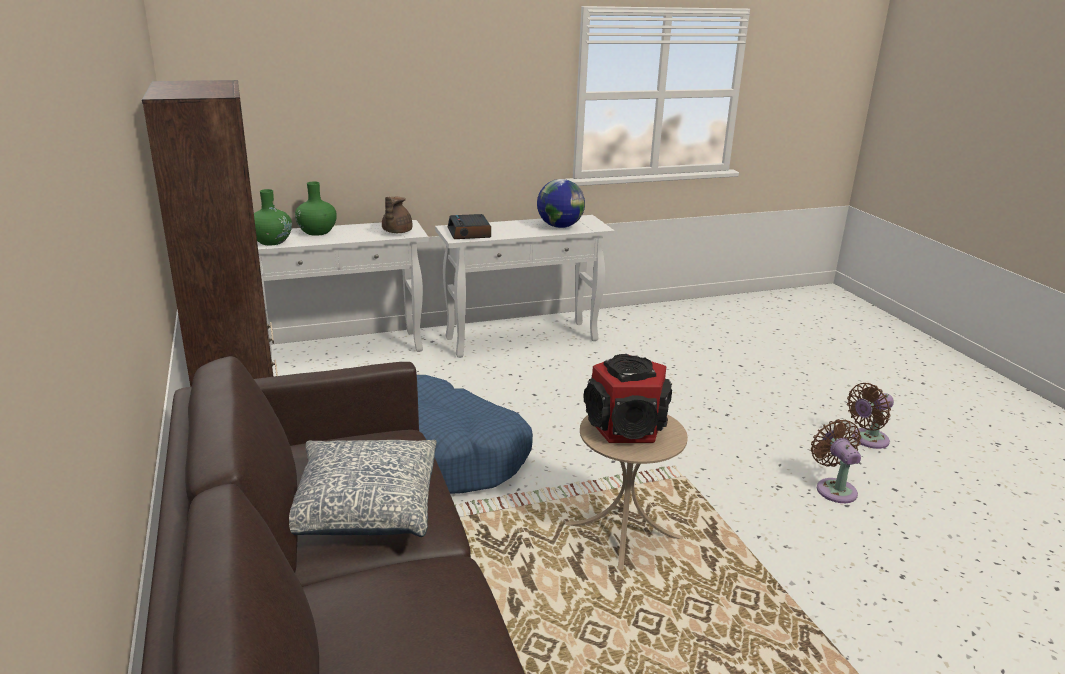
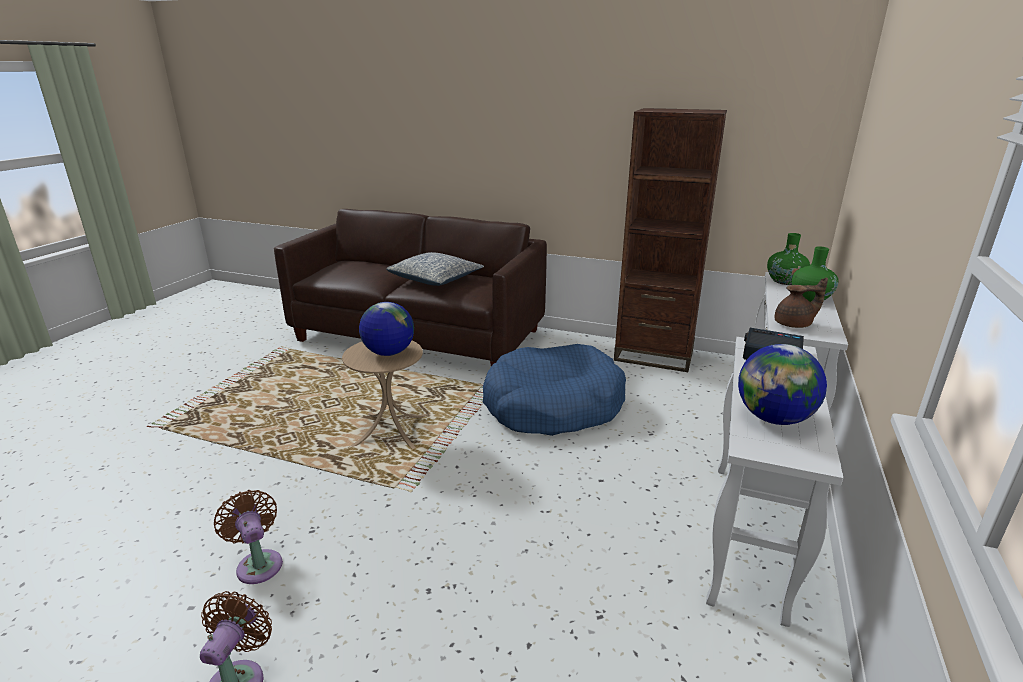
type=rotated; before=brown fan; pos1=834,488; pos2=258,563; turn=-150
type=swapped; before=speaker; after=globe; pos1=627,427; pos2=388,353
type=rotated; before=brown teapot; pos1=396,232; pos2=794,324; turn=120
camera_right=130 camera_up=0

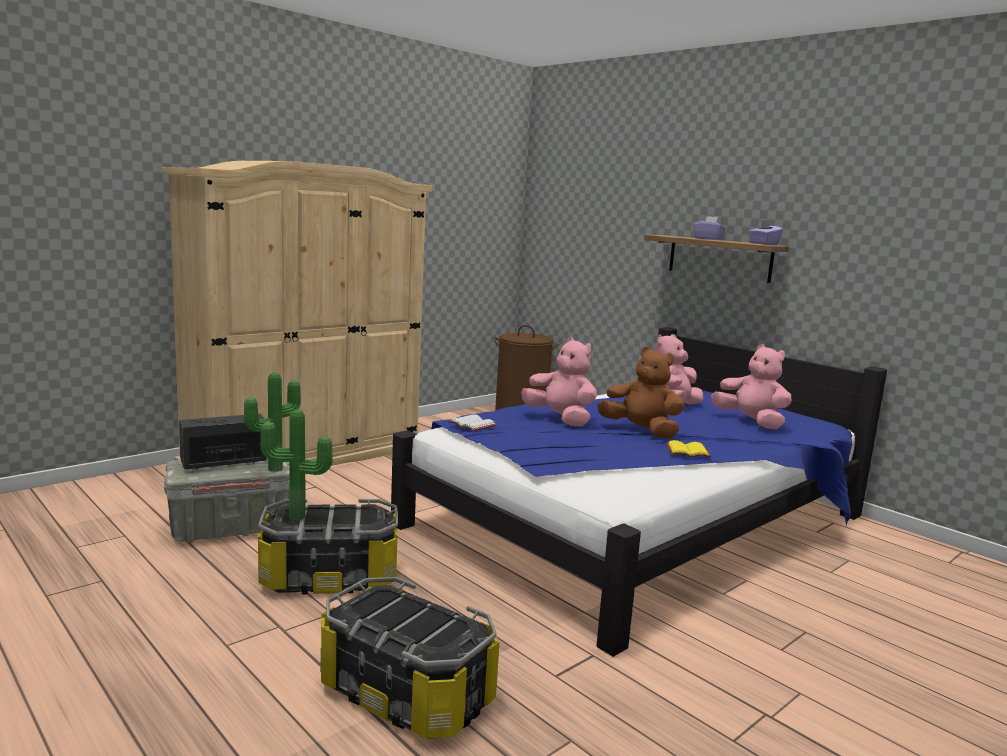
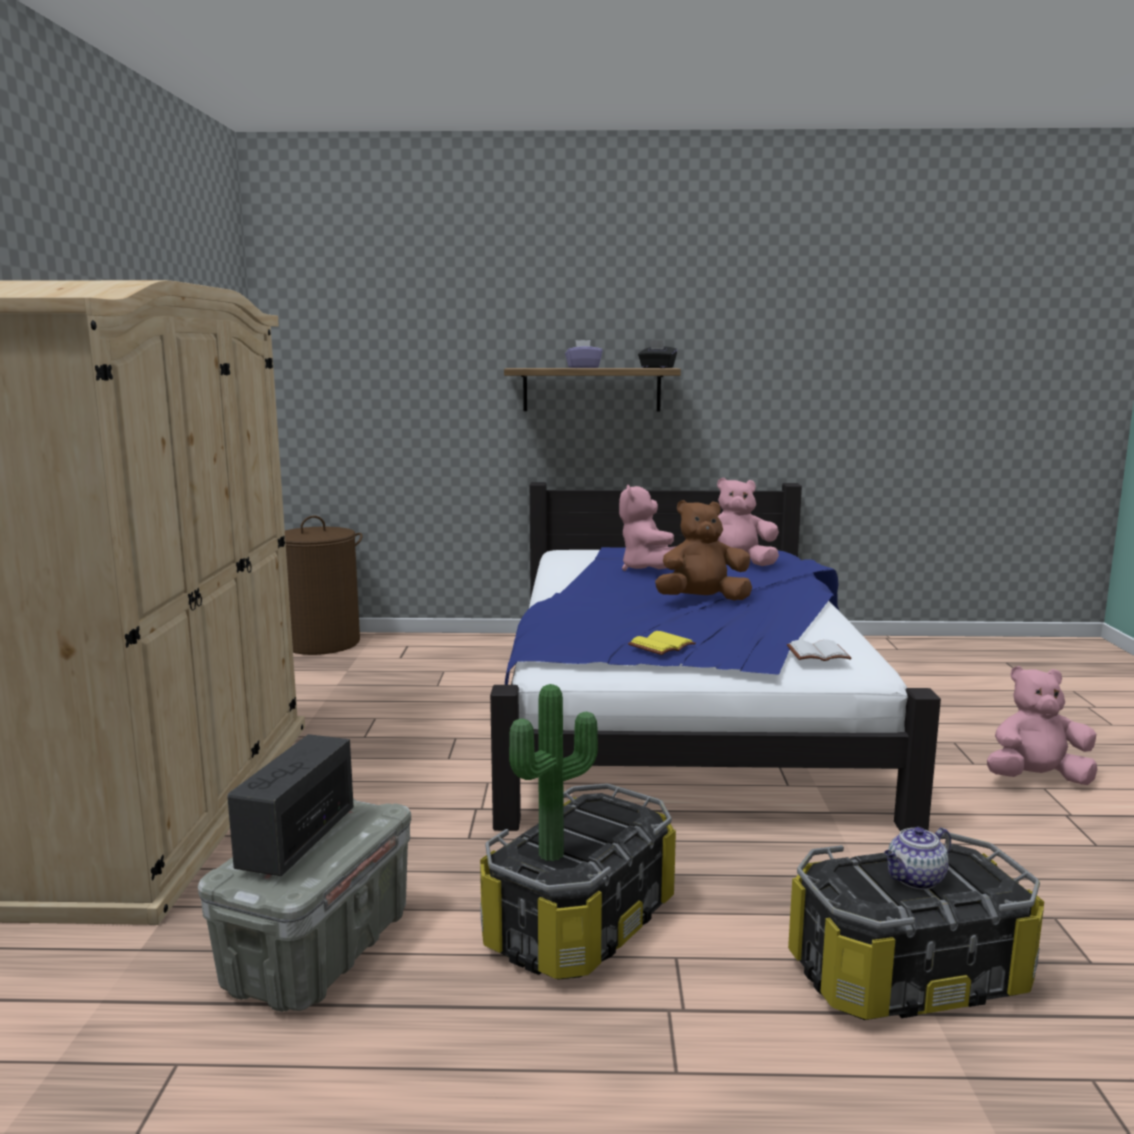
type=shifted; before=yellow book; pos1=687,452; pos2=662,646
type=repainted; before=purple tissue box; after=black tissue box; pos1=763,244; pos2=657,368
type=shifted; before=white book; pos1=471,425; pos2=817,654
type=new; after=teapot; pos2=915,879
type=shifted; before=pink plush toy; pos1=560,419; pos2=1036,779
type=gone; before=potted plant; pos1=273,468
camera_right=-45 camera_up=0

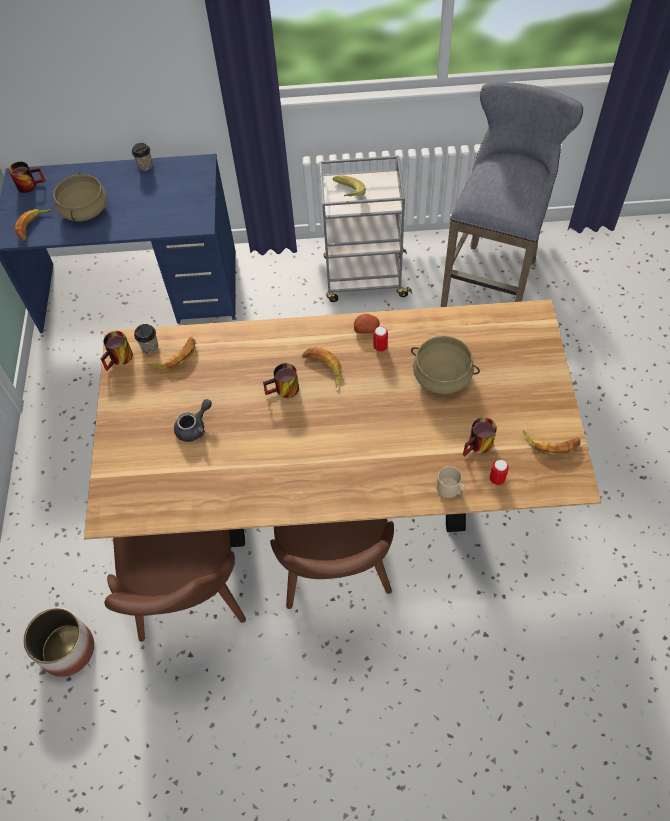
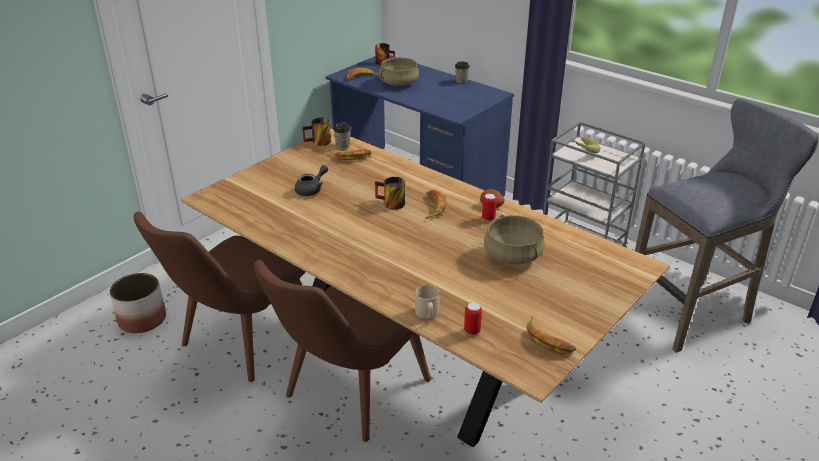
type=rotated; before=grey teapot; pos1=194,427; pos2=312,190; turn=-45
type=gone; before=mug; pos1=479,447
camera_right=40 camera_up=-25

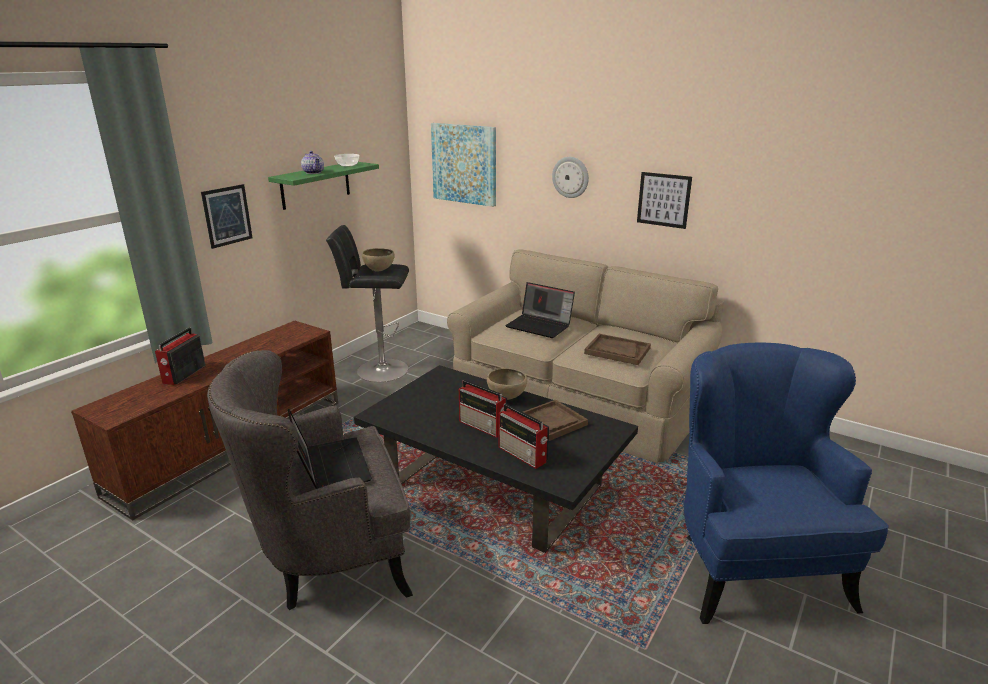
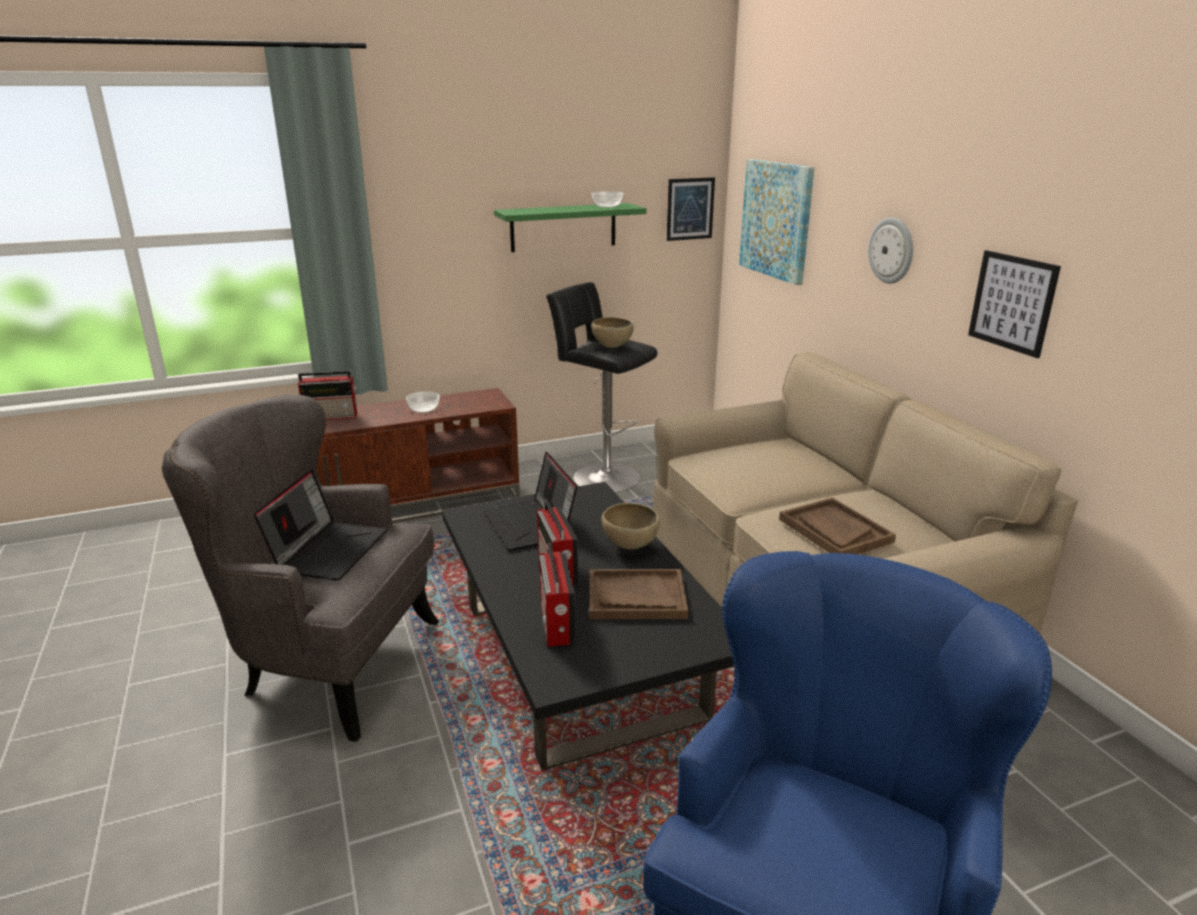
type=rotated; before=radio; pos1=183,374; pos2=332,416; turn=-150
type=new; after=bowl; pos2=424,409
type=shifted; before=laptop; pos1=540,326; pos2=531,525
type=shifted; before=picture; pos1=227,216; pos2=690,209
type=gone; before=teapot; pos1=313,172
camera_right=35 camera_up=0

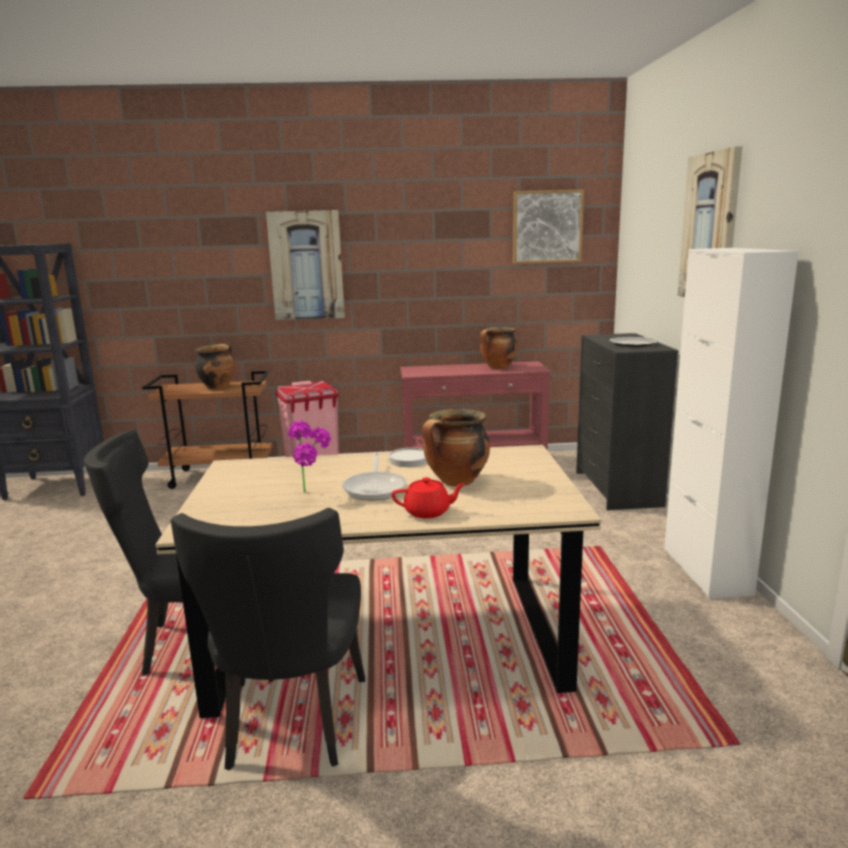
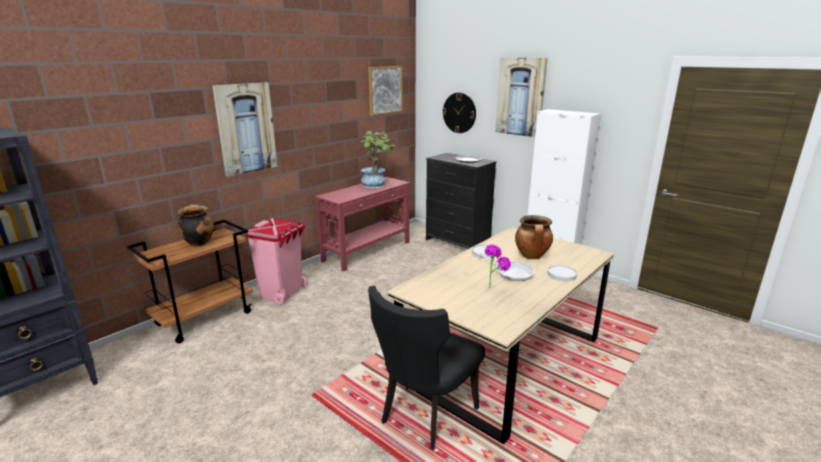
type=swapped; before=cooking pot; after=potted plant; pos1=498,367; pos2=377,185
type=new; after=wall clock; pos2=459,113
type=swapped; before=red teapot; after=white plate; pos1=428,512; pos2=561,274
type=gone; before=black chair; pos1=291,726
camera_right=-45 camera_up=5

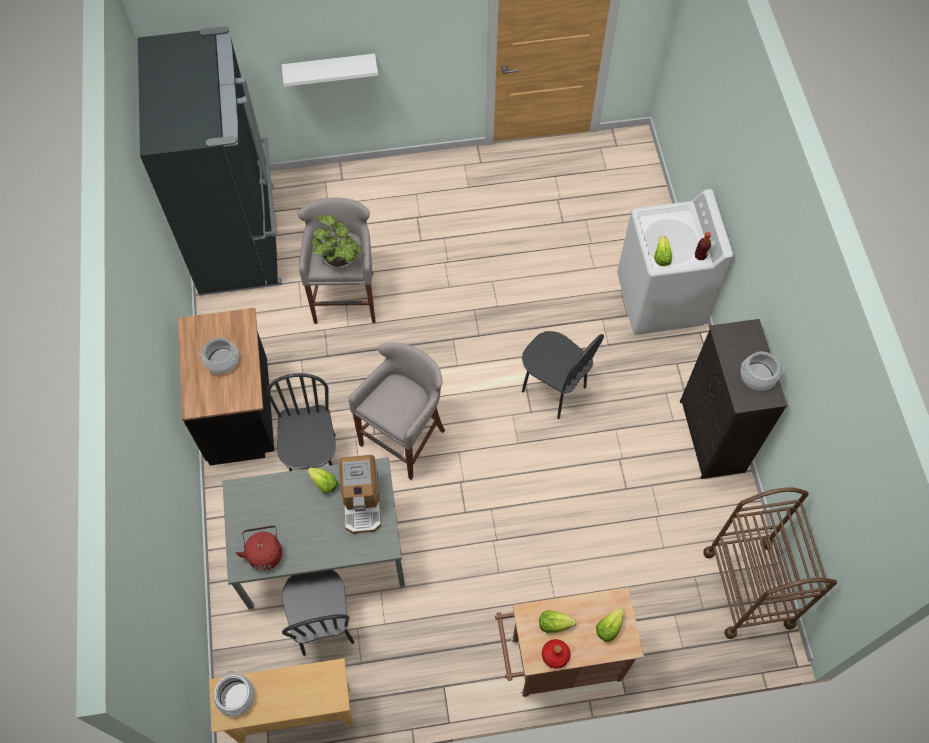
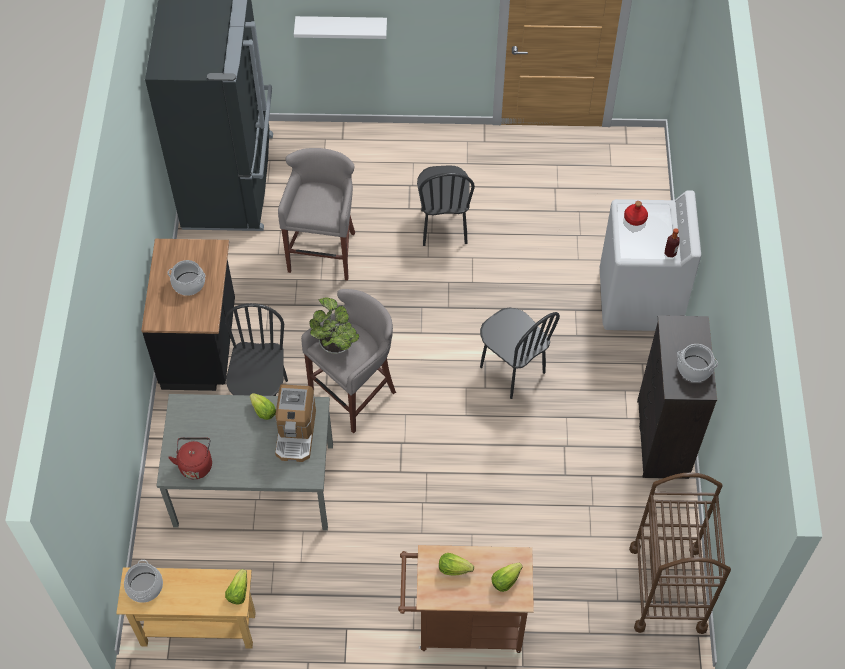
type=shifted; before=lettuce; pos1=661,256; pos2=238,591
type=shifted; before=potted plant; pos1=338,259; pos2=335,343
type=shifted; before=black chair; pos1=324,624; pos2=443,226
type=shifted; before=red bottle; pos1=555,655; pos2=635,218
camera_right=10 camera_up=-5

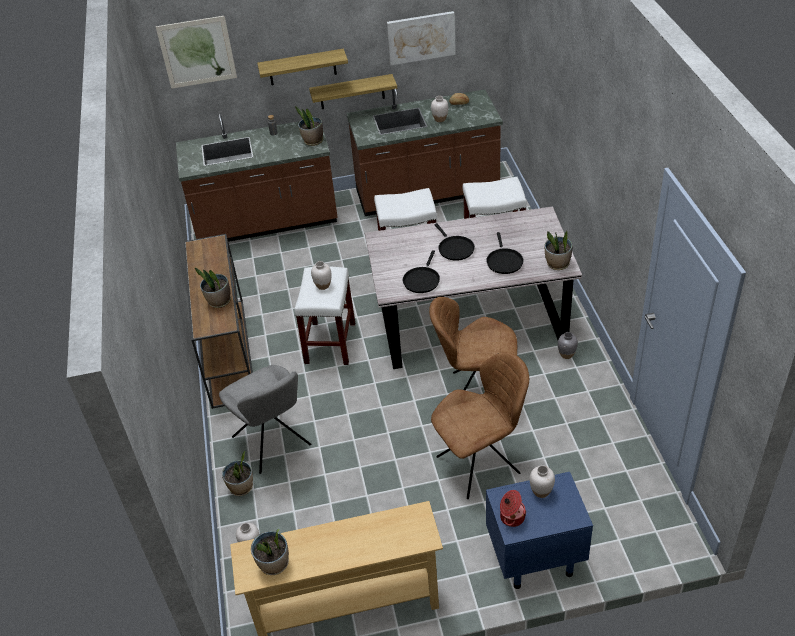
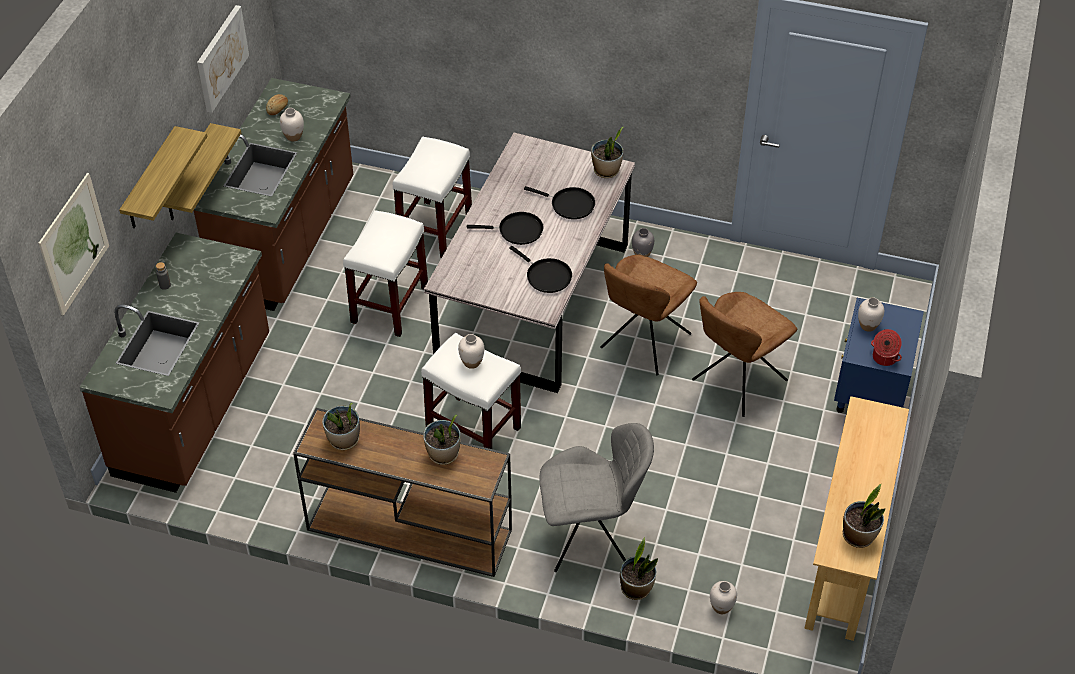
type=shifted; before=potted plant; pos1=313,141; pos2=344,440
type=rotated; before=brown chair; pos1=481,464; pos2=737,382; turn=-135
camera_right=-65 camera_up=5

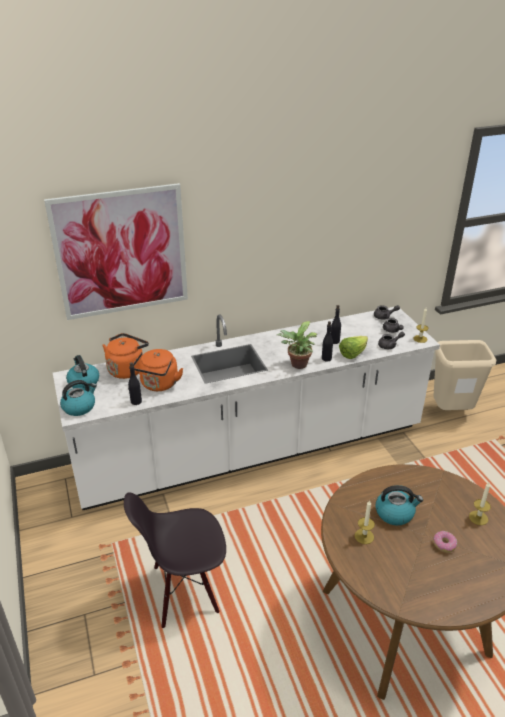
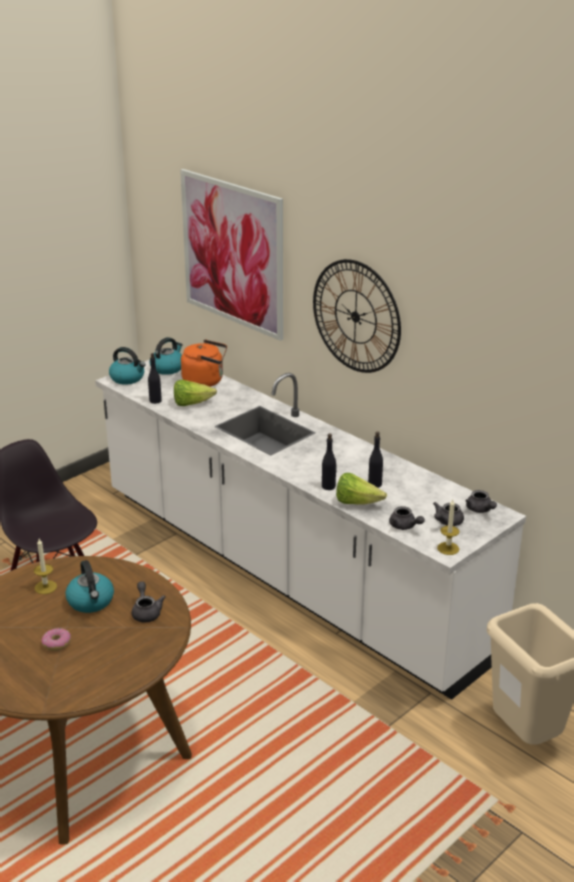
type=new; after=grey teapot; pos2=146,612
type=swapped; before=orange kettle; after=lettuce; pos1=159,385; pos2=191,404
type=new; after=wall clock; pos2=356,316
type=gone; before=potted plant; pos1=297,365
type=gone; before=candle; pos1=478,518
camera_right=65 camera_up=-5

